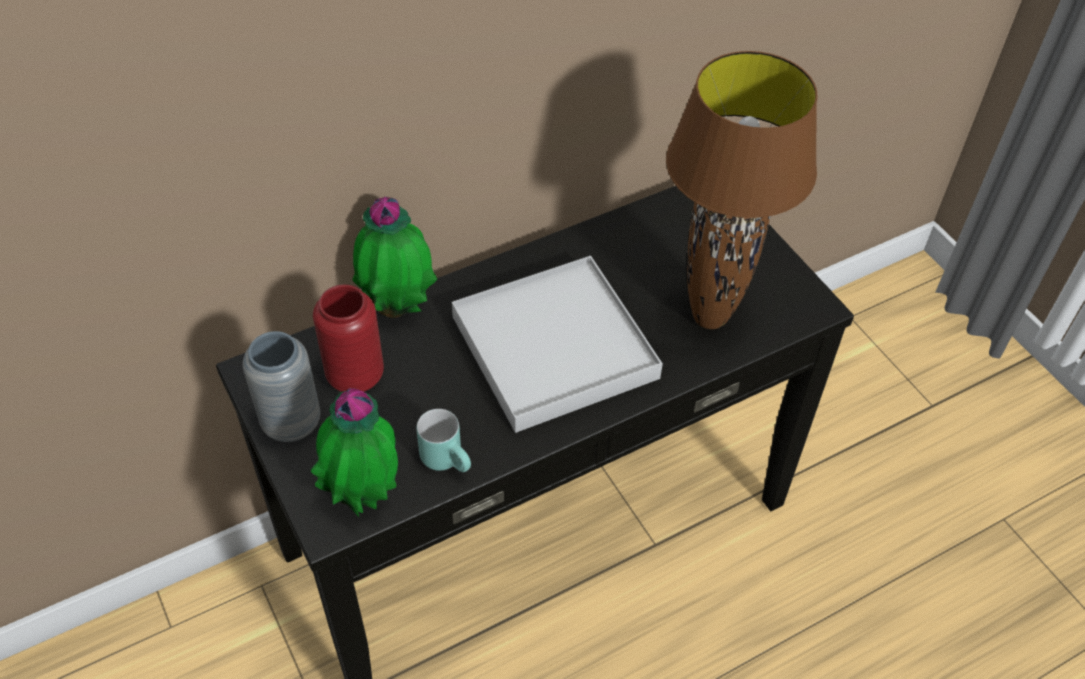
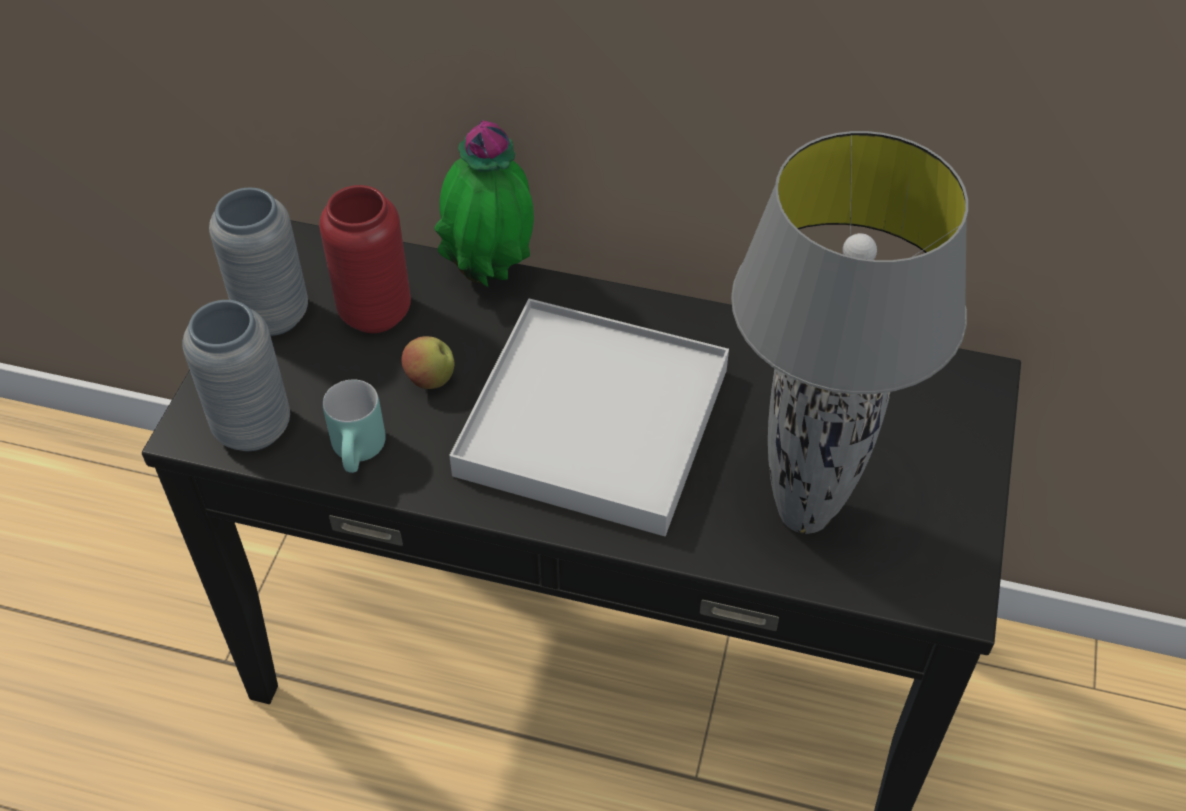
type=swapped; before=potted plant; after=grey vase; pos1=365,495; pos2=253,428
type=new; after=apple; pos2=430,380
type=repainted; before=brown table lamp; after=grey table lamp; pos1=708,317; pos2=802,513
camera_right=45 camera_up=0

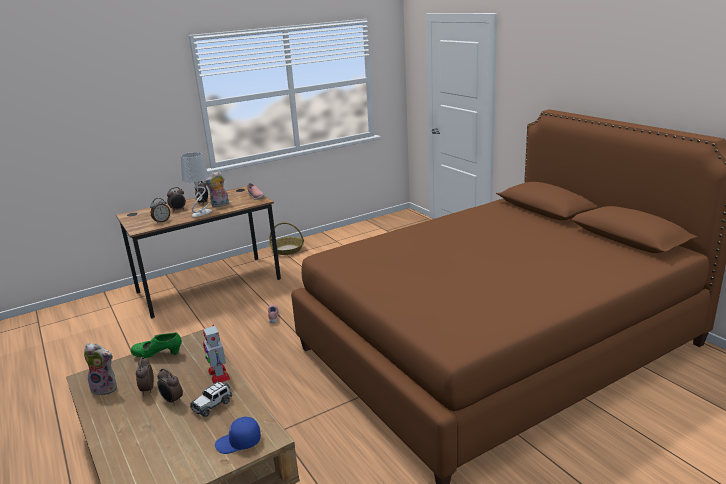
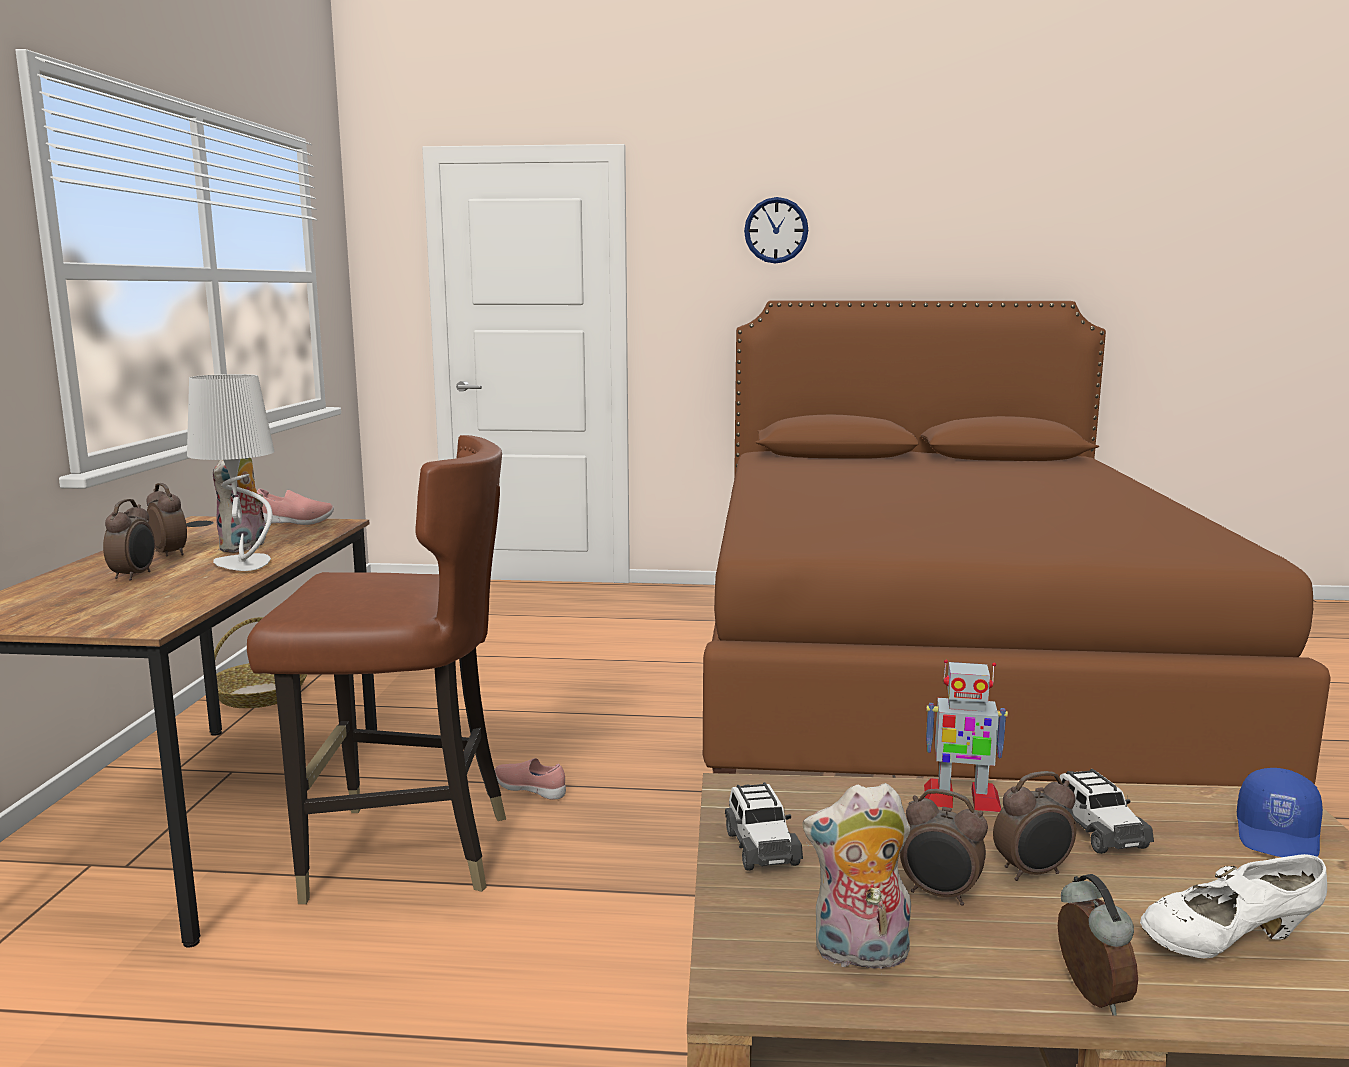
type=new; after=brown chair; pos2=404,853
type=swapped; before=green shoe; after=toy car; pos1=158,355; pos2=760,847
type=new; after=wall clock; pos2=776,230
type=rotated; before=plush toy; pos1=106,388; pos2=859,955; turn=-135
type=shifted; before=alarm clock; pos1=161,221; pos2=1088,996
type=new; after=white shoe; pos2=1227,944
camera_right=-55 camera_up=-10

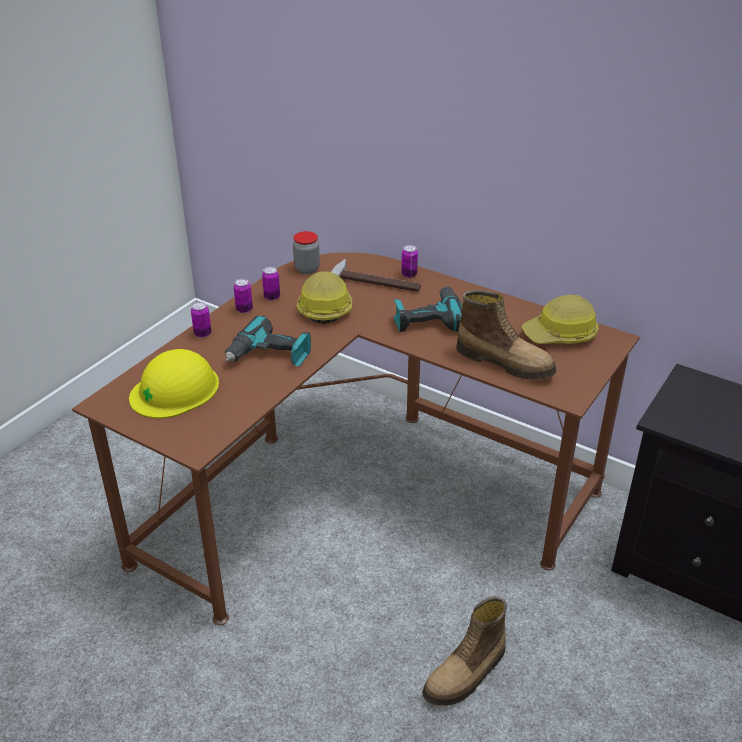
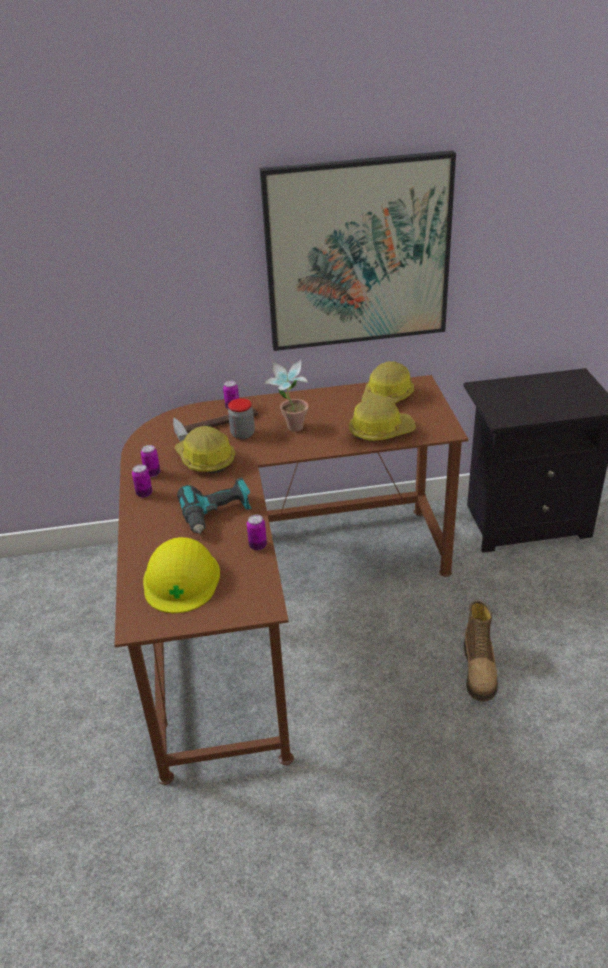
type=shifted; before=jar; pos1=307,269; pos2=242,434
type=shifted; before=can; pos1=202,334; pos2=258,546
type=new; after=picture; pos2=357,253
type=swapped; before=power drill; after=potted plant; pos1=428,318; pos2=290,429
type=swapped; before=boot; after=hard hat; pos1=505,362; pos2=380,431
camera_right=-40 camera_up=0

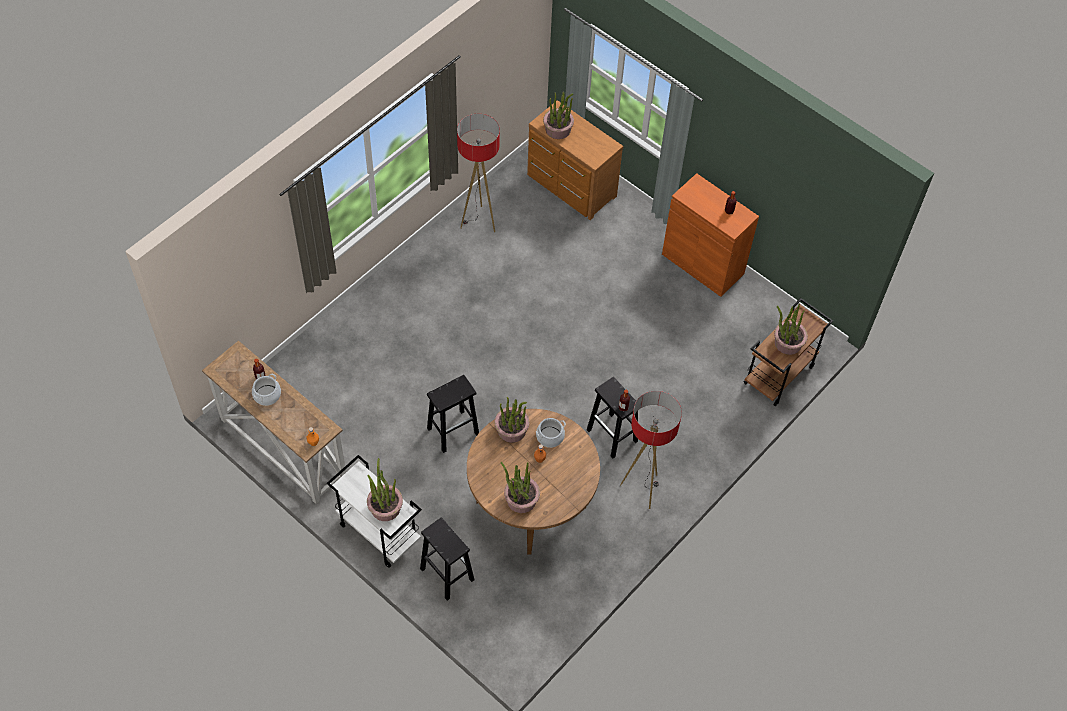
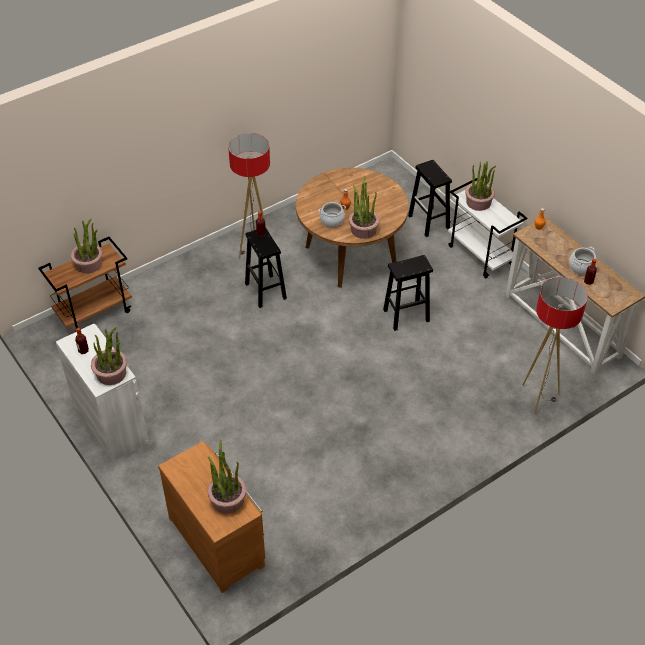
type=repainted; before=orange cabinet; after=white cabinet; pos1=702,264; pos2=111,424
type=shifted; before=potted plant; pos1=521,499; pos2=111,373
type=shifted; before=floor lamp; pos1=478,222; pos2=539,397
camera_right=-165 camera_up=-10

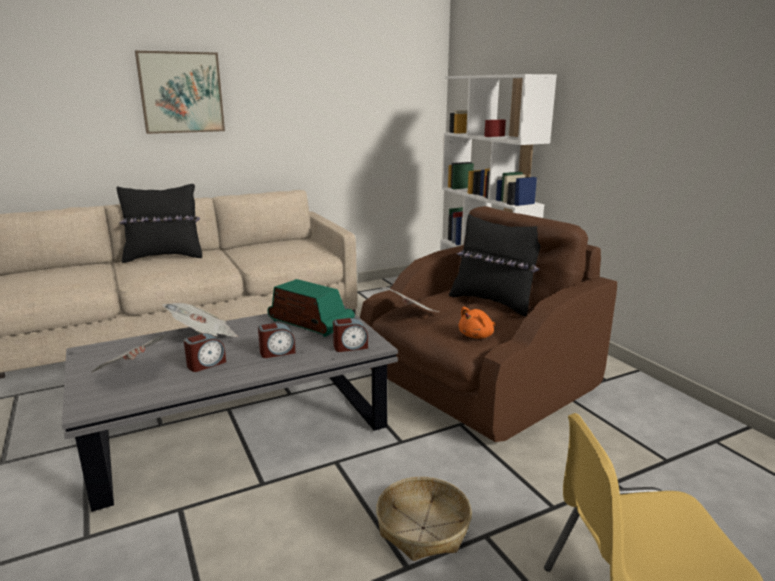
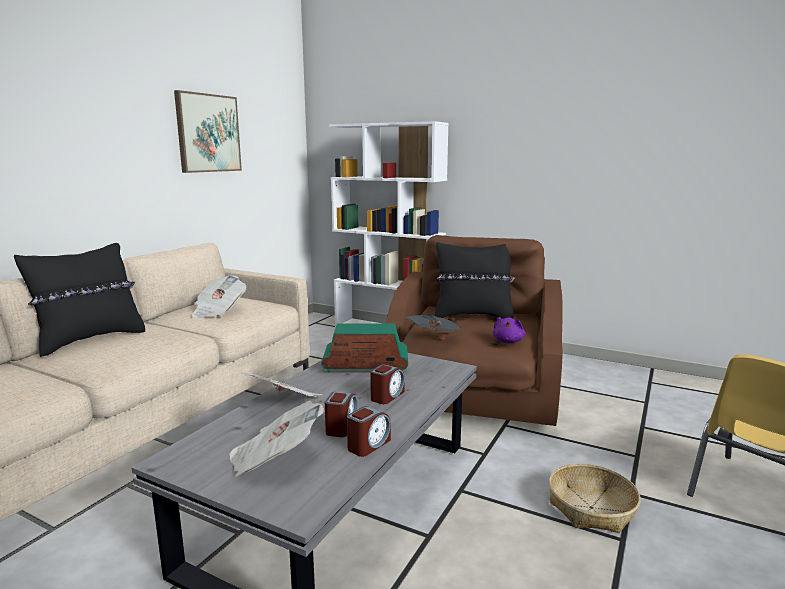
type=shifted; before=picture; pos1=181,92; pos2=208,133
type=new; after=newspaper; pos2=218,311
type=shifted; before=alarm clock; pos1=350,347; pos2=368,445
type=repainted; before=orange plush toy; after=purple plush toy; pos1=477,336; pos2=508,341
camera_right=-35 camera_up=-5

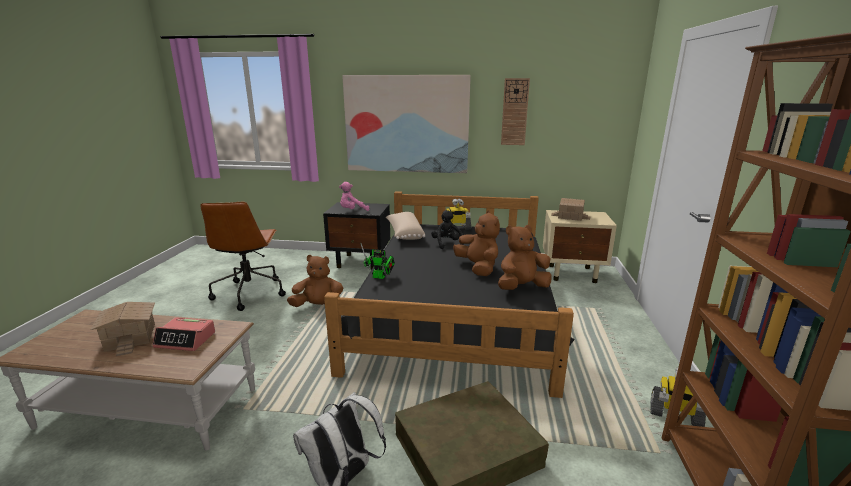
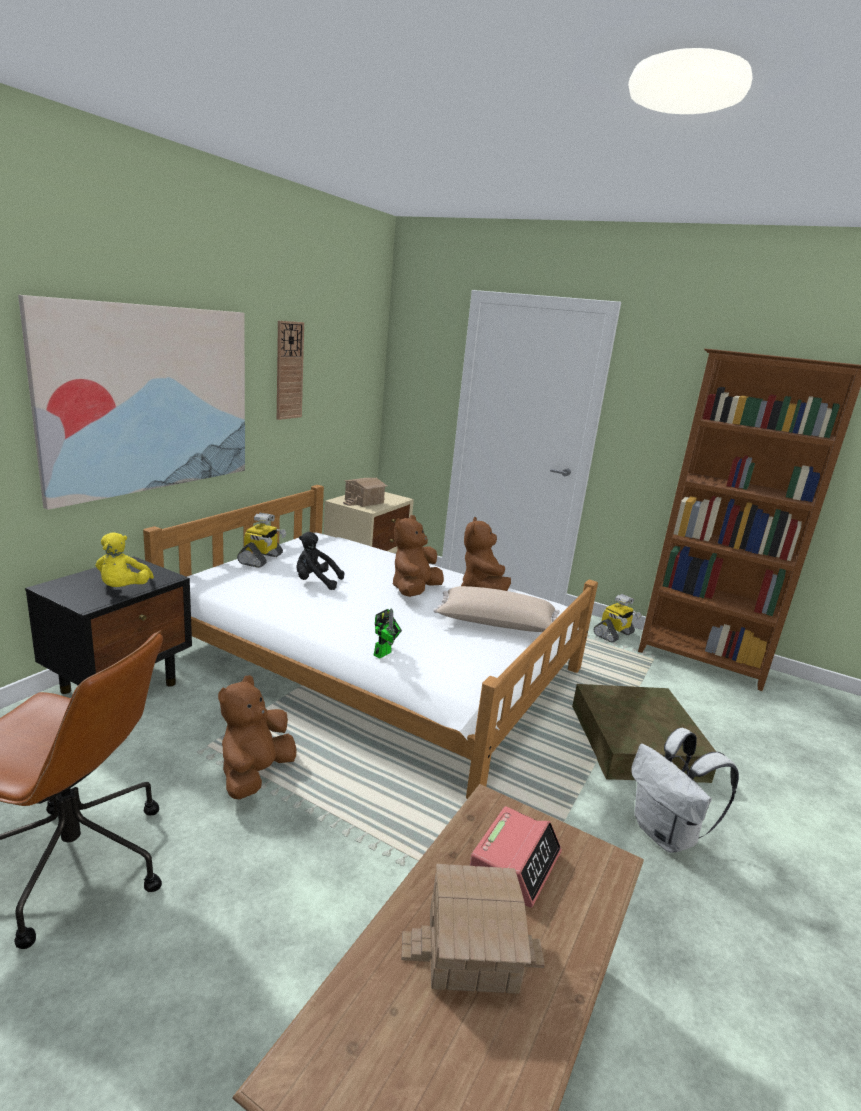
type=repainted; before=pink plush toy; after=yellow plush toy; pos1=352,211; pos2=123,589
type=repainted; before=black bed; after=white bed; pos1=456,307; pos2=375,659
type=rotated; before=brown plush toy; pos1=478,268; pos2=414,591; turn=-60
type=shifted; before=beige pillow; pos1=404,234; pos2=495,625
camera_right=-70 camera_up=0

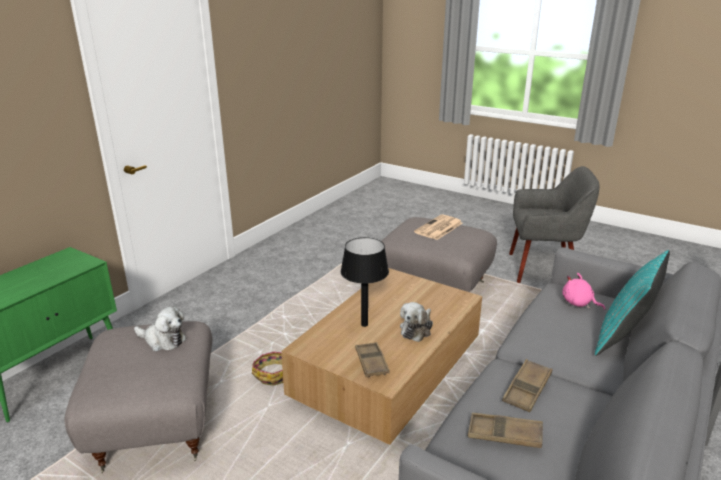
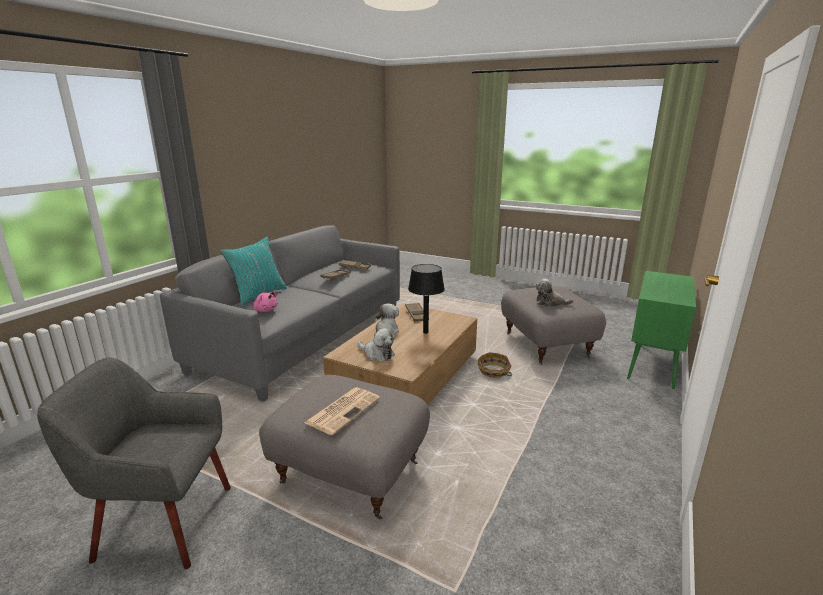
type=new; after=plush toy; pos2=377,354
camera_right=175 camera_up=-5

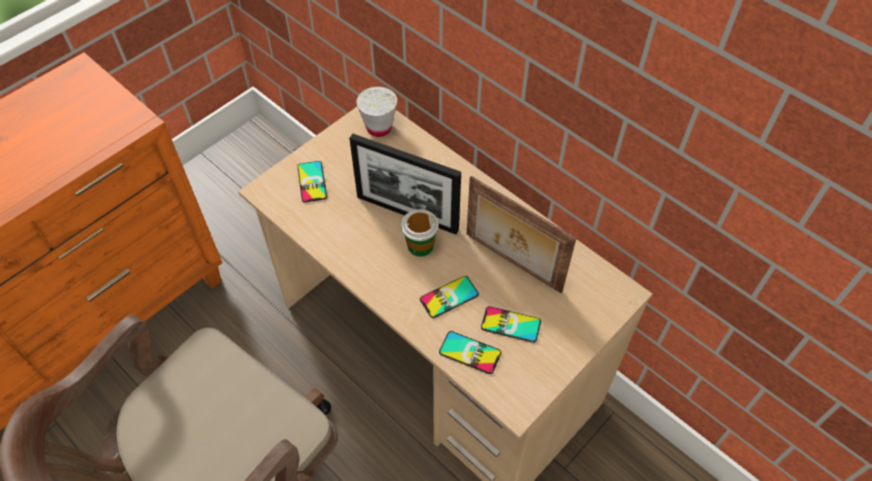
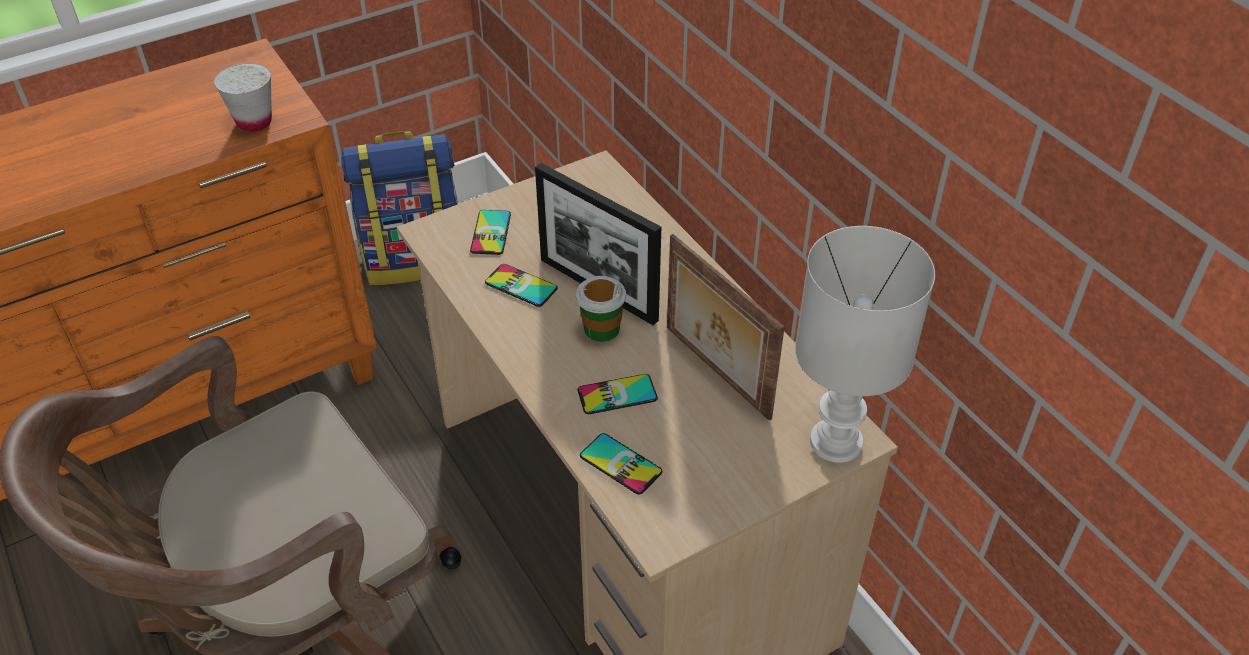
type=shifted; before=white cup; pos1=379,128; pos2=254,122
type=new; after=backpack; pos2=415,259
type=shifted; before=phone; pos1=510,324; pos2=521,286
type=new; after=white table lamp; pos2=837,444
camera_right=15 camera_up=-10

